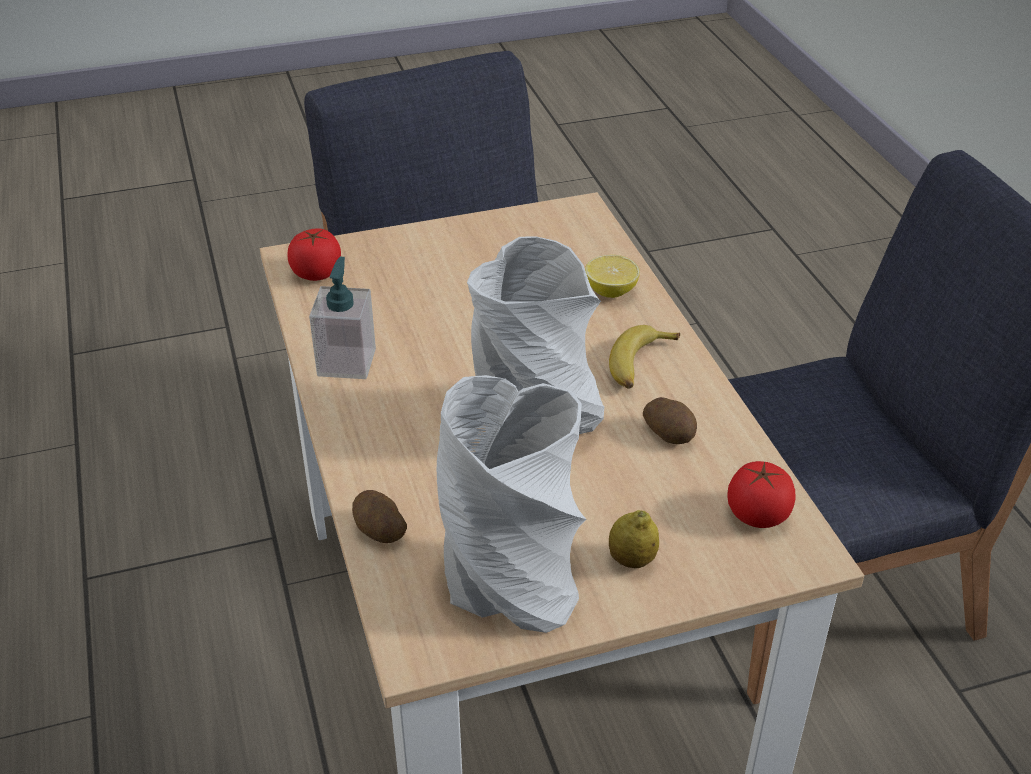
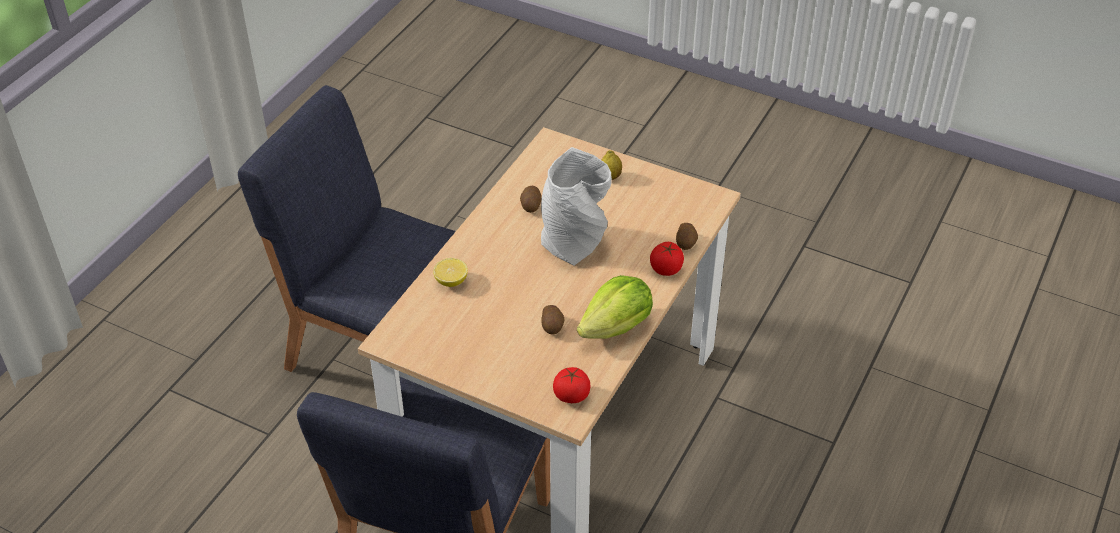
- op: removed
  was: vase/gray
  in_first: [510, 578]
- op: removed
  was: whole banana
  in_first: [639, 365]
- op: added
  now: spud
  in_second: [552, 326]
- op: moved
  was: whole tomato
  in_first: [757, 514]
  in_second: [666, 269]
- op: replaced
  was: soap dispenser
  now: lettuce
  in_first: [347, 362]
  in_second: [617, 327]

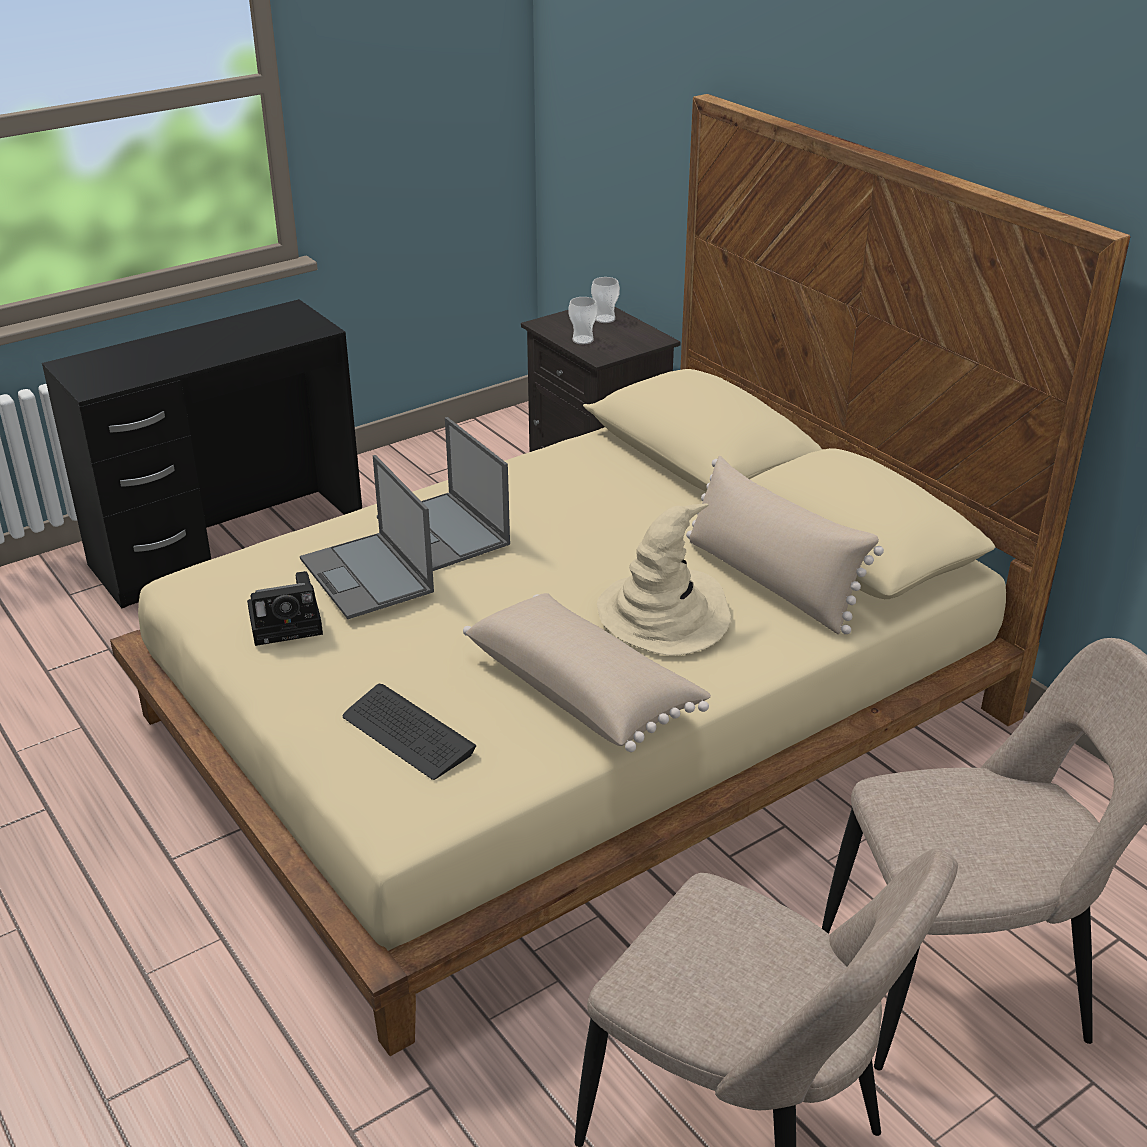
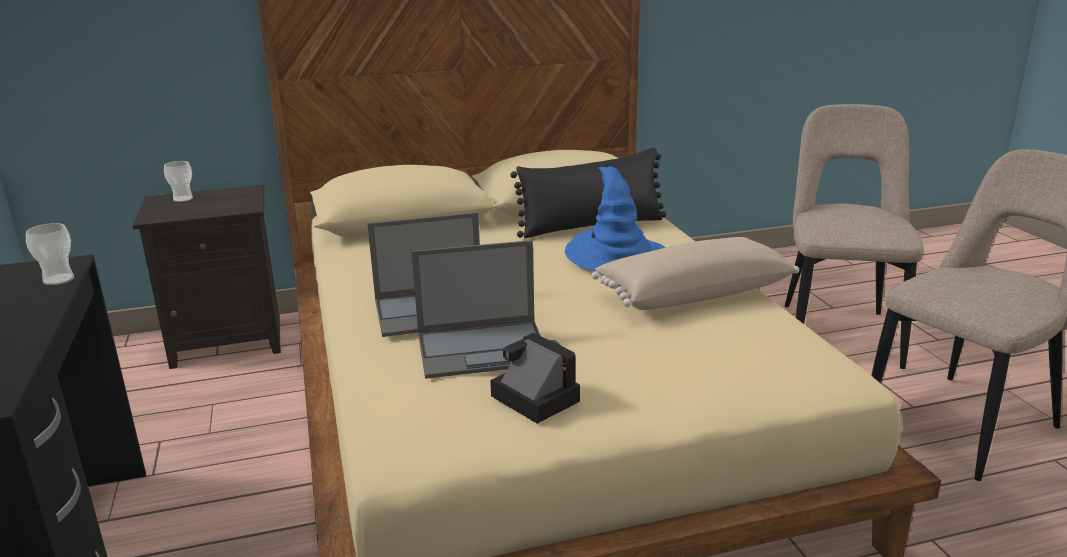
- op: removed
  was: computer keyboard
  in_first: [408, 734]
- op: moved
  was: small cup
  in_first: [583, 340]
  in_second: [58, 279]
- op: recoloured
  was: clothing hat/beige-coloured
  now: clothing hat/blue
  in_first: [664, 615]
  in_second: [615, 256]
- op: recoloured
  was: cushion/beige-coloured
  now: cushion/black
  in_first: [771, 582]
  in_second: [592, 226]
- op: turned
  was: photo camera
  in_first: [289, 623]
  in_second: [531, 397]
  clockwise: -45

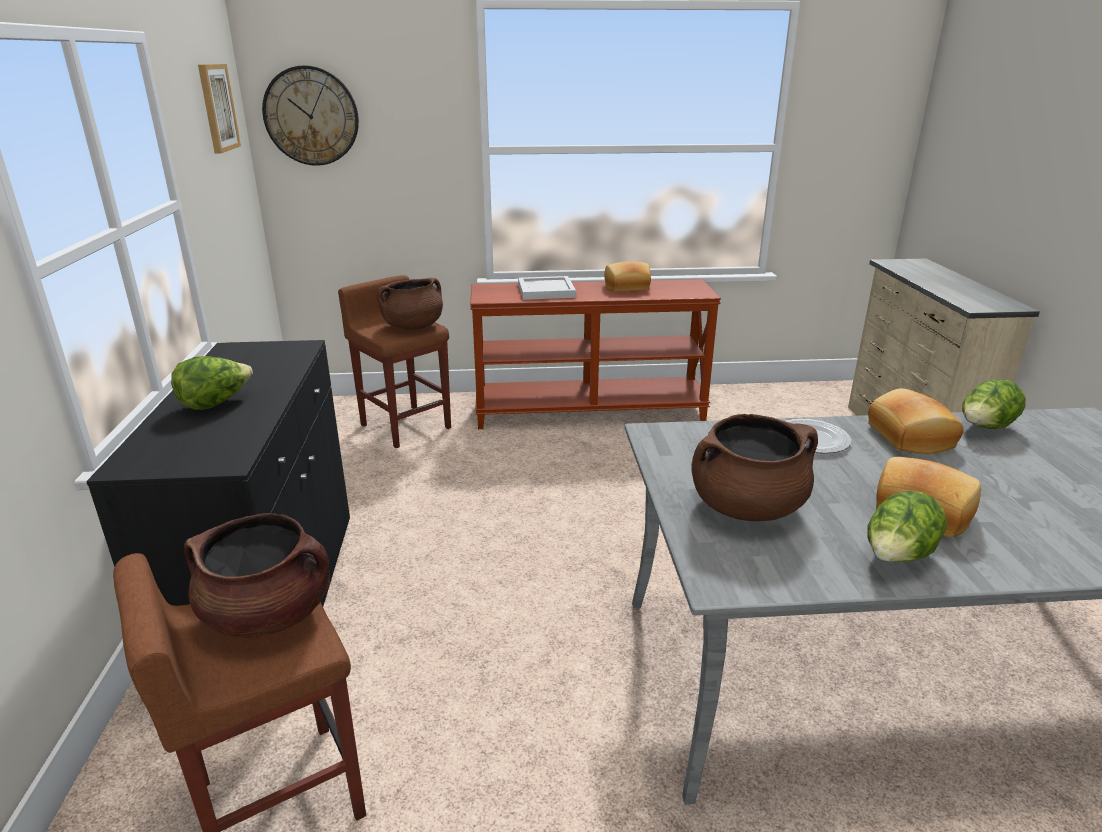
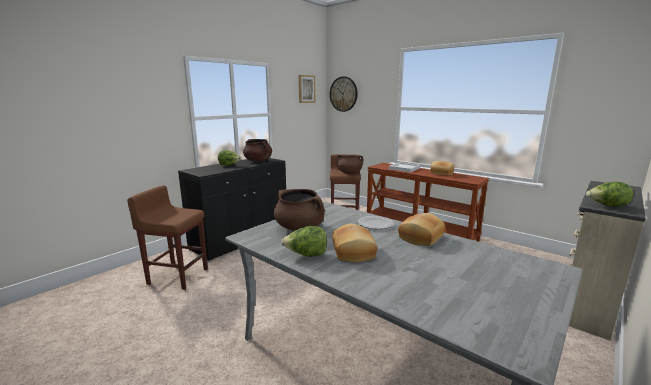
- op: moved
  was: cooking pot/brownish
  in_first: [269, 614]
  in_second: [258, 161]
- op: moved
  was: lettuce
  in_first: [985, 429]
  in_second: [606, 206]

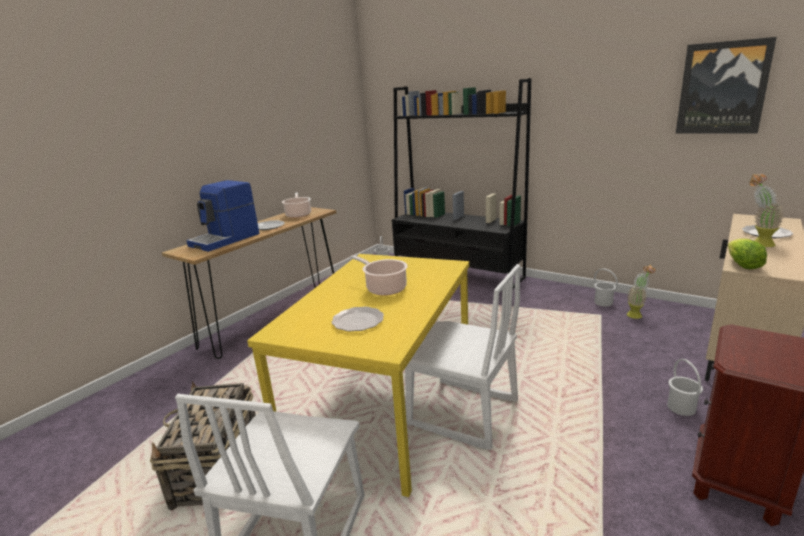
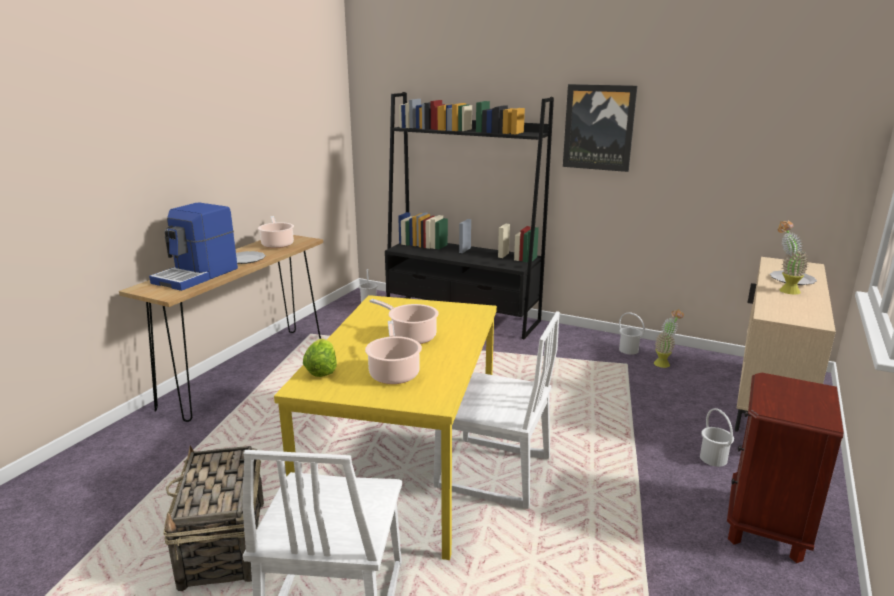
- op: moved
  was: wall art
  in_first: [722, 88]
  in_second: [599, 127]
- op: moved
  was: lettuce
  in_first: [742, 265]
  in_second: [321, 370]
- op: replaced
  was: flat dish
  now: cooking pot
  in_first: [358, 321]
  in_second: [394, 373]

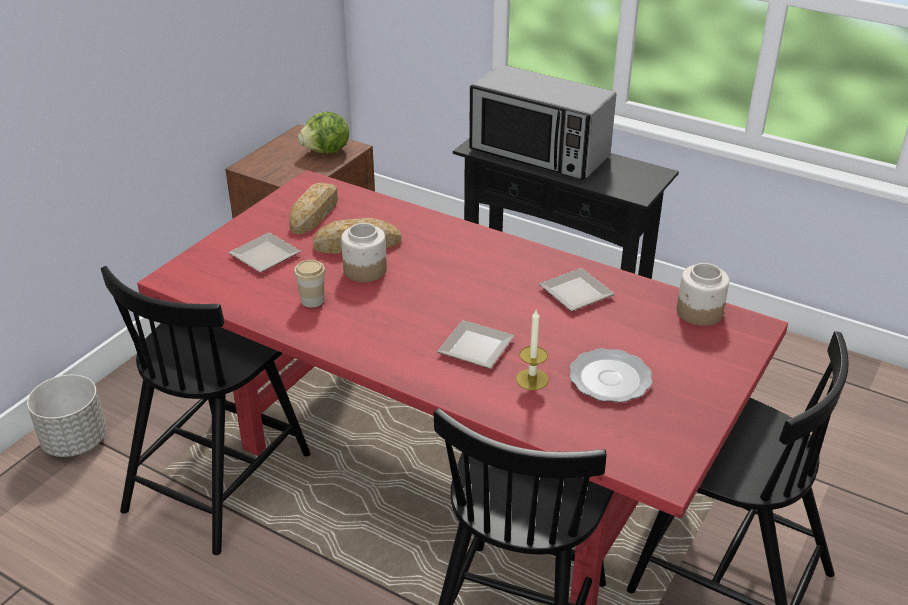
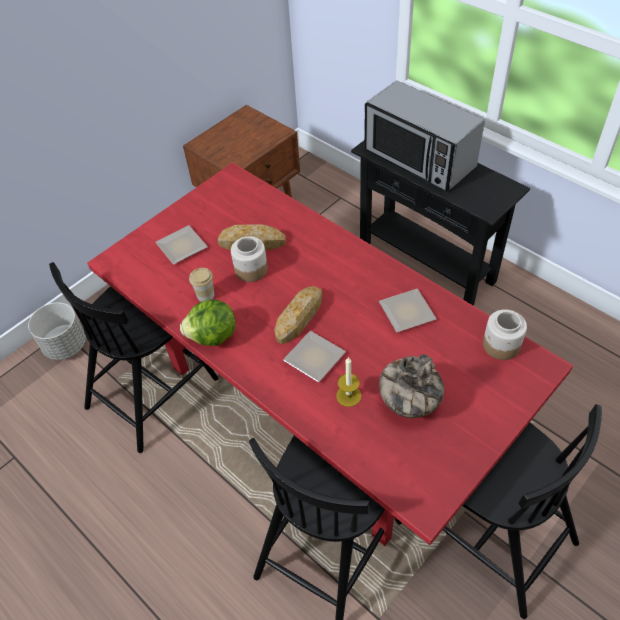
- op: moved
  was: bread
  in_first: [315, 213]
  in_second: [299, 317]
- op: moved
  was: lettuce
  in_first: [327, 151]
  in_second: [213, 337]
- op: replaced
  was: flat dish
  now: vase
  in_first: [608, 378]
  in_second: [408, 403]

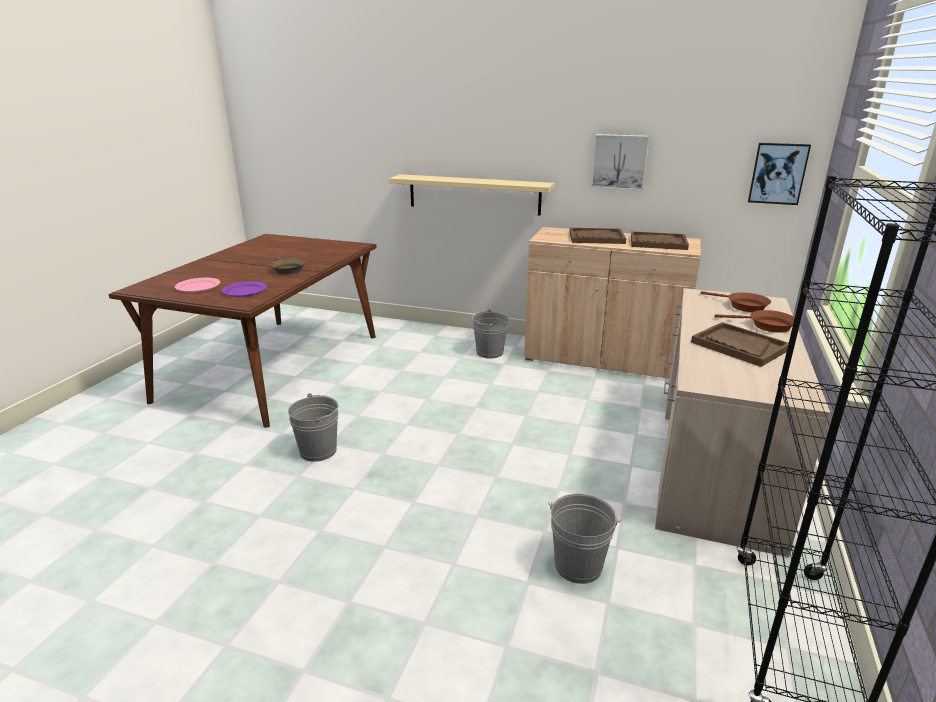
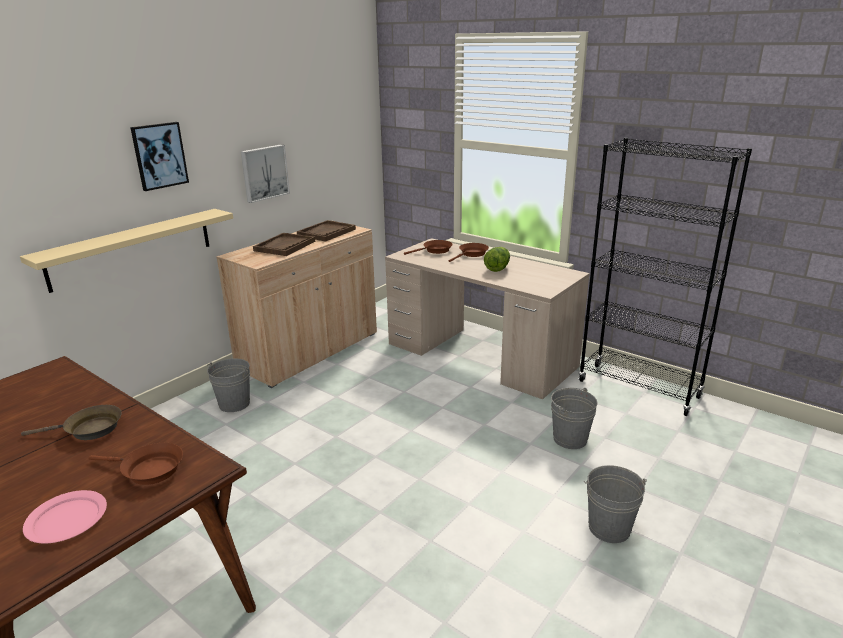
- op: moved
  was: bucket/gray
  in_first: [318, 451]
  in_second: [609, 528]
- op: moved
  was: wall art
  in_first: [778, 173]
  in_second: [159, 155]
- op: replaced
  was: flat dish/purplish
  now: frying pan/brownish
  in_first: [244, 291]
  in_second: [148, 470]
- op: replaced
  was: serving tray/brownish
  now: lettuce
  in_first: [739, 346]
  in_second: [497, 268]

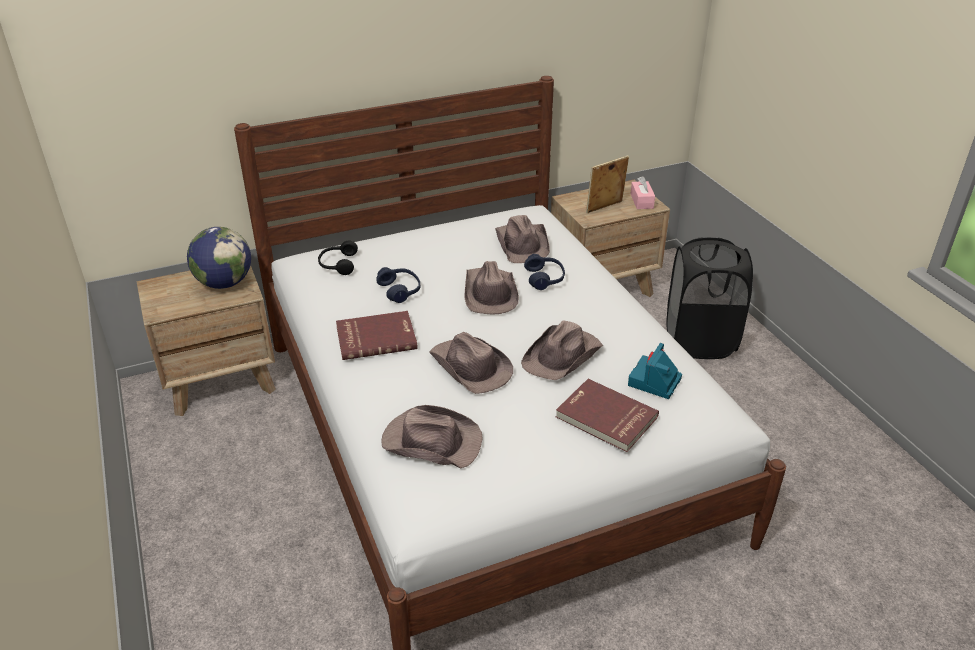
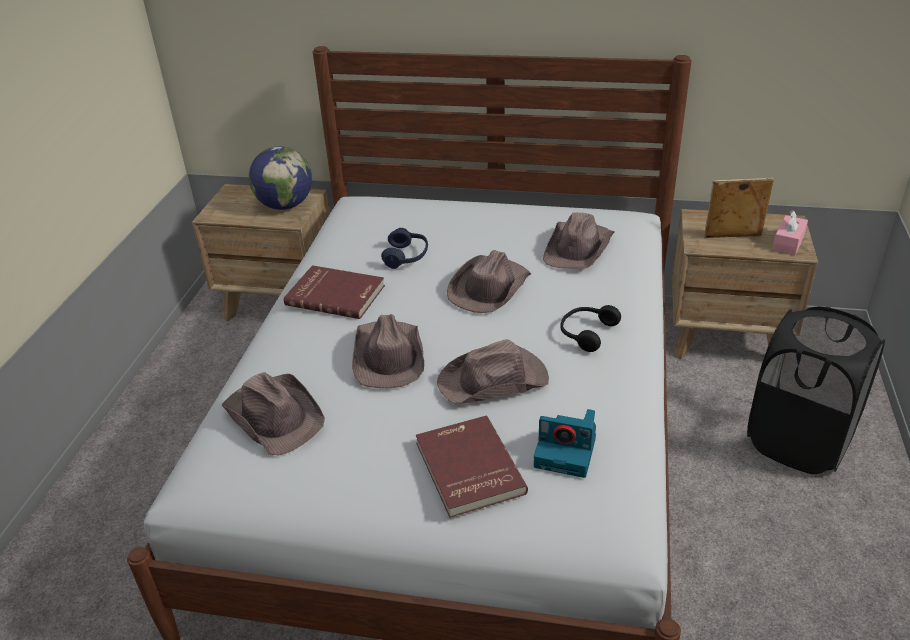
- op: removed
  was: headset/blue
  in_first: [544, 278]
- op: moved
  was: headset/black
  in_first: [337, 264]
  in_second: [586, 333]
- op: turned
  was: photo camera
  in_first: [654, 382]
  in_second: [567, 452]
  clockwise: -135

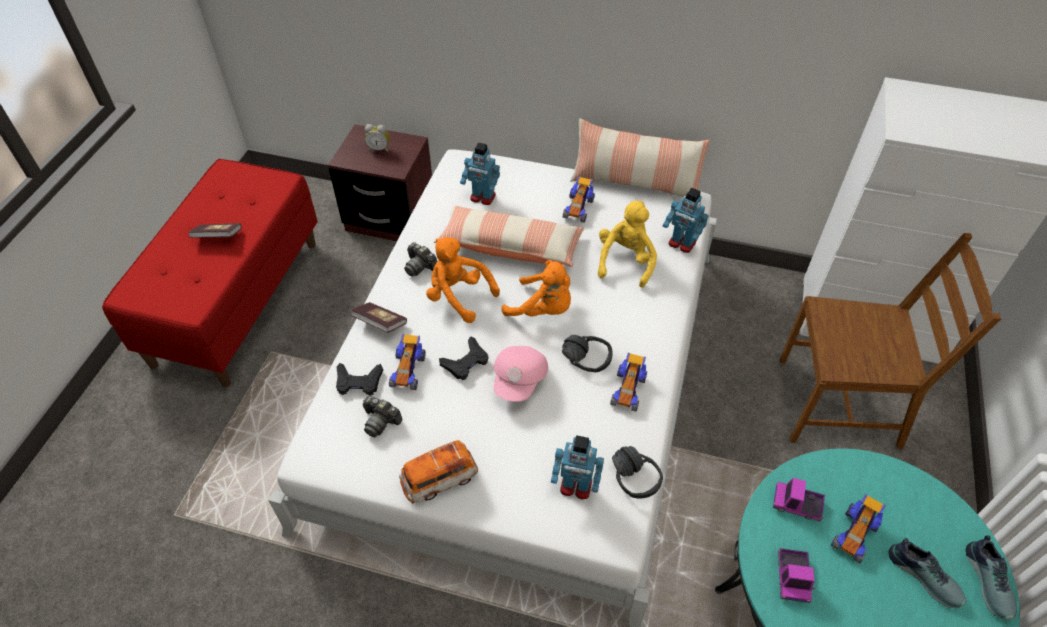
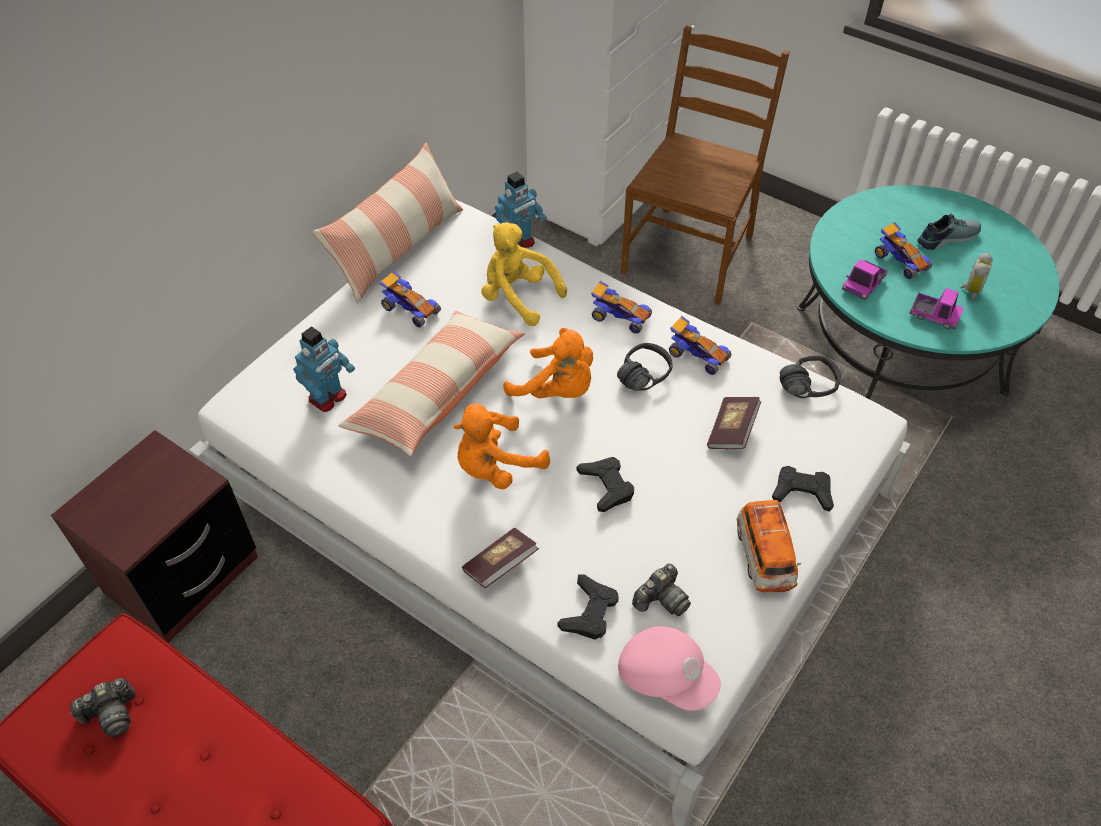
- op: removed
  was: toy robot
  in_first: [576, 486]
- op: removed
  was: item of footwear
  in_first: [990, 581]
- op: added
  now: game controller/black
  in_second: [802, 492]
- op: moved
  was: book
  in_first: [218, 237]
  in_second: [732, 431]
- op: moved
  was: alarm clock
  in_first: [379, 148]
  in_second: [969, 290]
- op: moved
  was: model car
  in_first: [407, 370]
  in_second: [619, 317]
- op: moved
  was: photo camera
  in_first: [420, 266]
  in_second: [111, 714]
- op: moved
  was: cap/pinkish
  in_first: [520, 380]
  in_second: [666, 676]
- op: turned
  was: cuddly toy/orangey
  in_first: [543, 309]
  in_second: [556, 391]
  clockwise: 75

